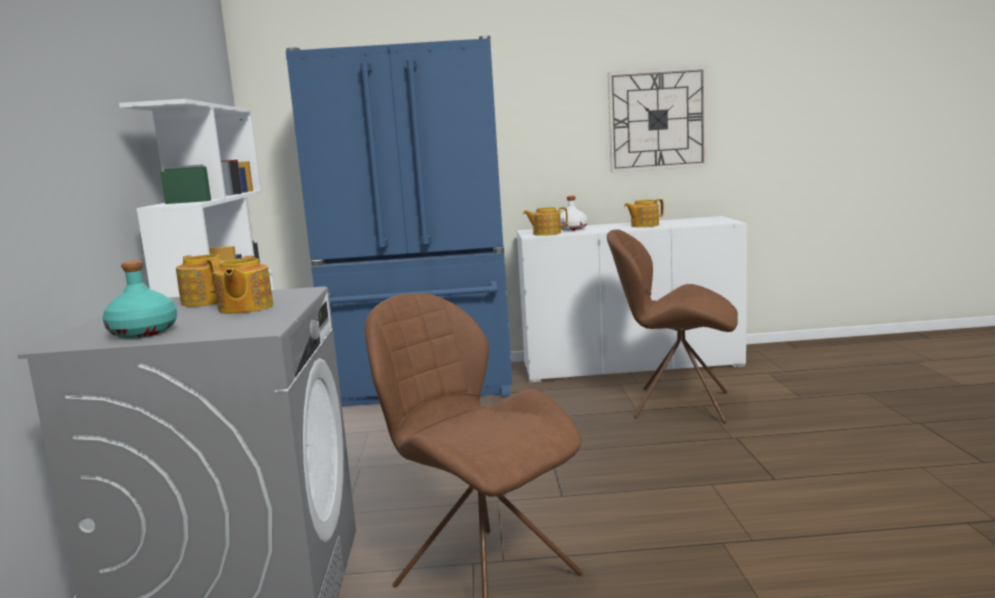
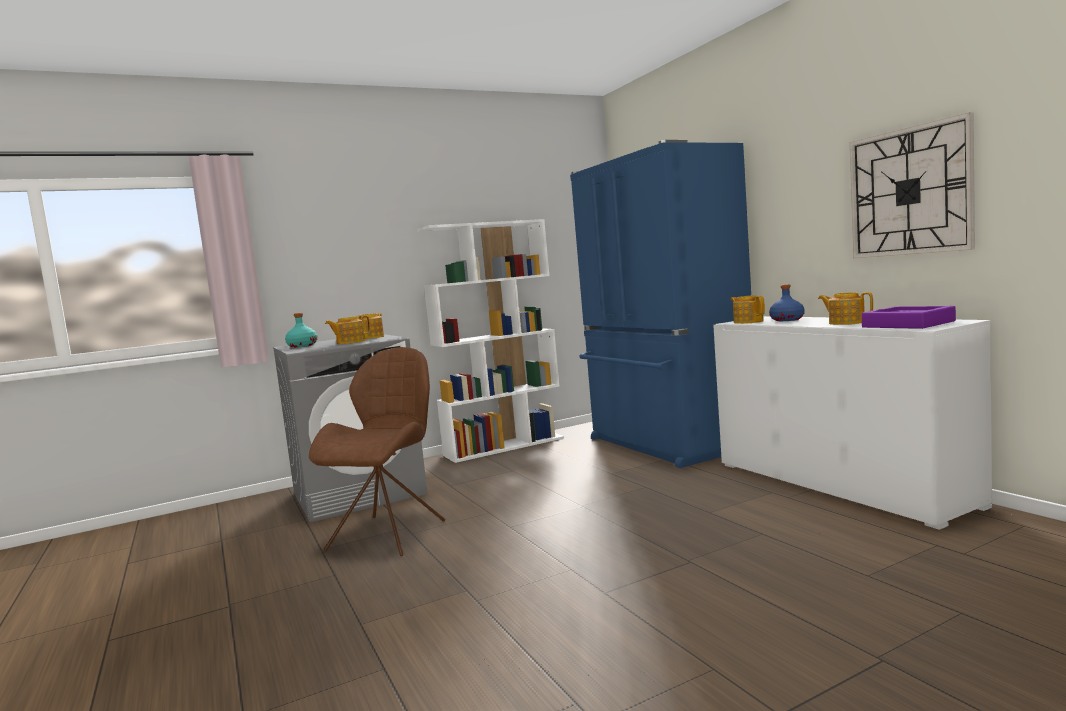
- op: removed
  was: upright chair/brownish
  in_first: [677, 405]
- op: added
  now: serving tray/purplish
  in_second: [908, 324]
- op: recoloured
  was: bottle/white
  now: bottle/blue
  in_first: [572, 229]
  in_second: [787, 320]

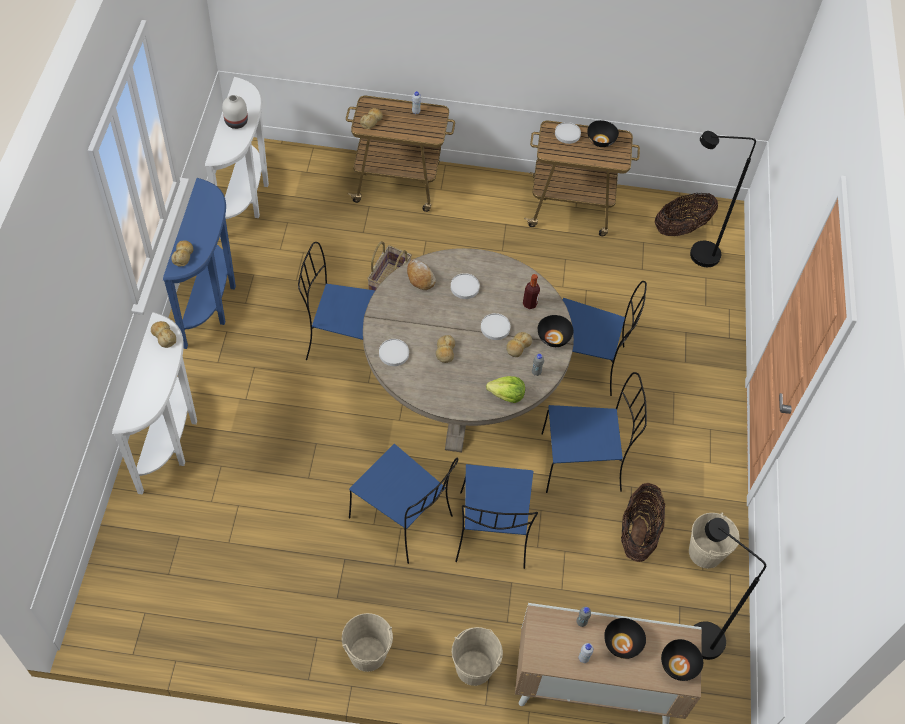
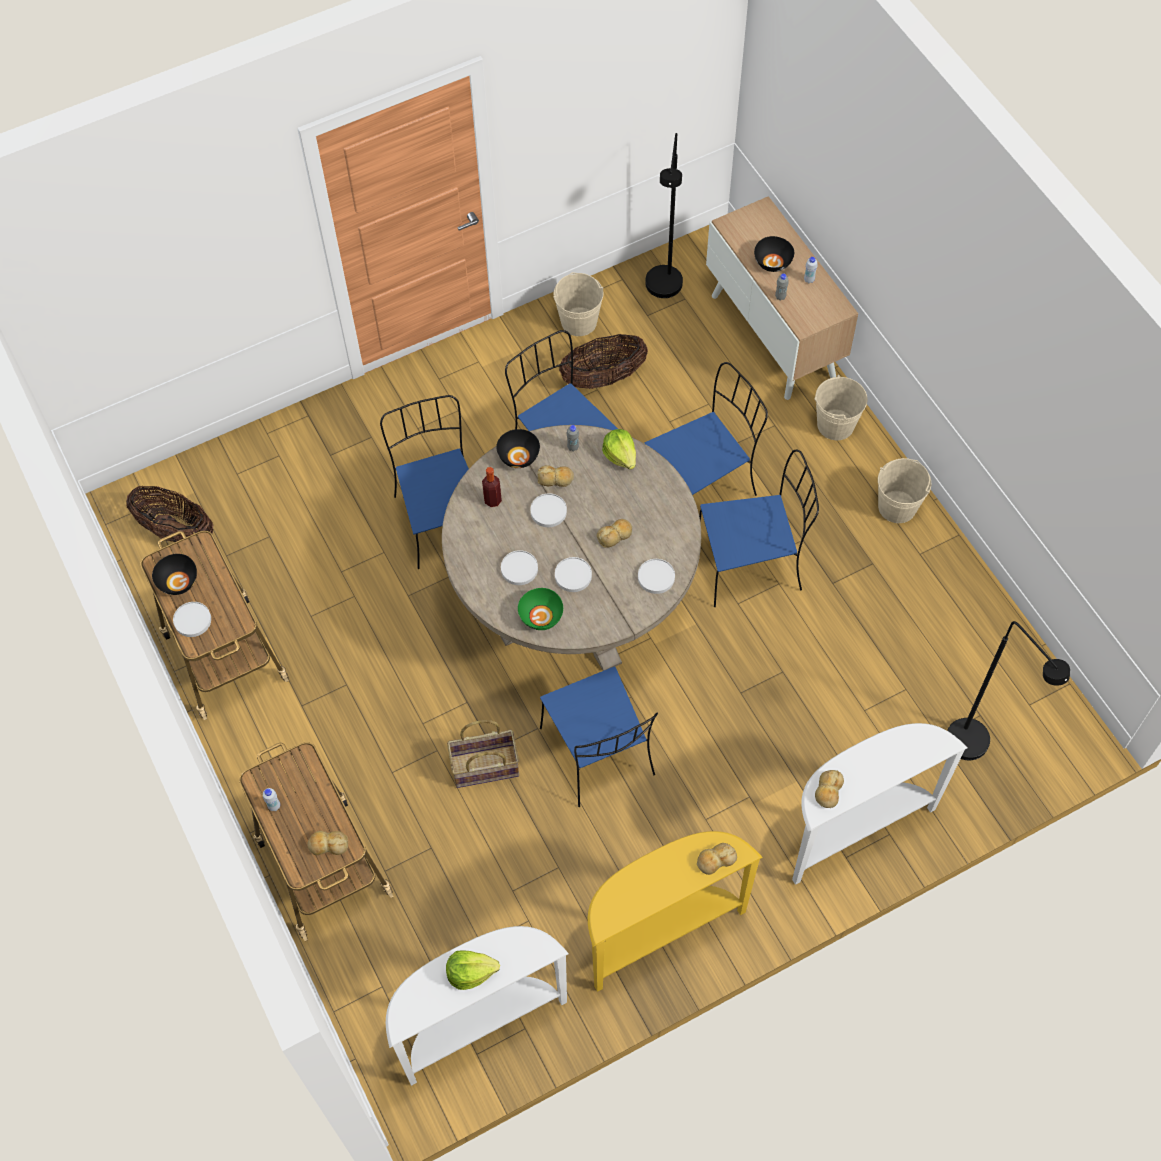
- op: removed
  was: deep dish/black
  in_first: [678, 665]
- op: added
  now: flat dish/white
  in_second: [573, 576]
- op: moved
  was: floor lamp/black
  in_first: [696, 256]
  in_second: [976, 749]
- op: replaced
  was: vase/white
  now: lettuce
  in_first: [237, 122]
  in_second: [470, 972]
- op: replaced
  was: bread
  now: deep dish/green
  in_first: [420, 277]
  in_second: [541, 617]
- op: recoloured
  was: narrow table/blue
  now: narrow table/yellowish
  in_first: [213, 302]
  in_second: [660, 932]
- op: turned
  was: upright chair/blue
  in_first: [403, 518]
  in_second: [751, 564]
  clockwise: 75

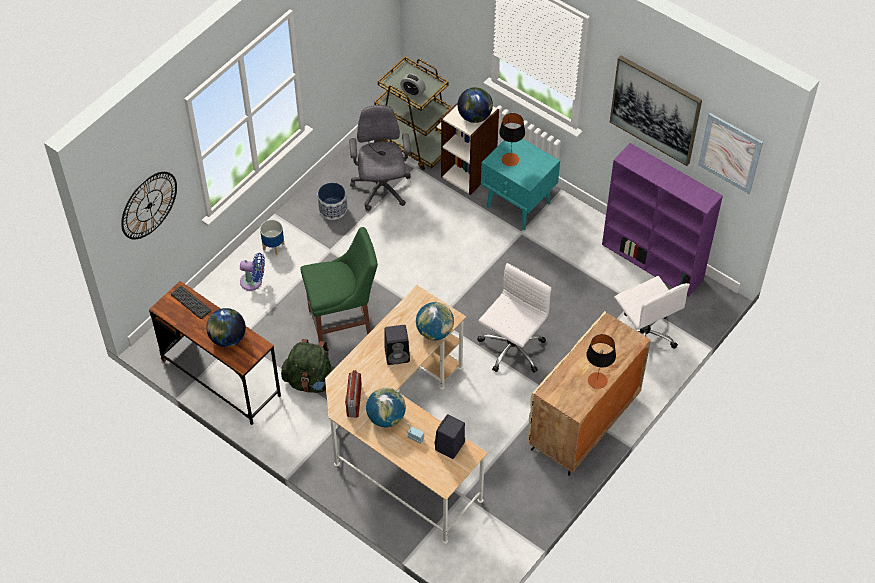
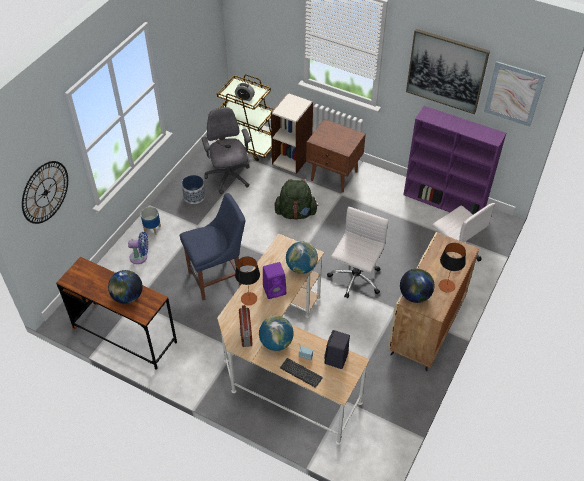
- op: moved
  was: computer keyboard
  in_first: [191, 302]
  in_second: [301, 373]
- op: moved
  was: rucksack/green
  in_first: [311, 381]
  in_second: [295, 213]
- op: moved
  was: globe
  in_first: [475, 116]
  in_second: [415, 295]
- op: moved
  was: tabletop lamp
  in_first: [510, 159]
  in_second: [249, 298]
- op: recoloured
  was: upright chair/green
  now: upright chair/blue
  in_first: [343, 322]
  in_second: [218, 277]
- op: recoloured
  was: loudspeaker/black
  now: loudspeaker/purplish
  in_first: [398, 355]
  in_second: [275, 290]
- op: recoloured
  was: night table/turquoise-coloured
  now: night table/brownish
  in_first: [518, 205]
  in_second: [334, 176]

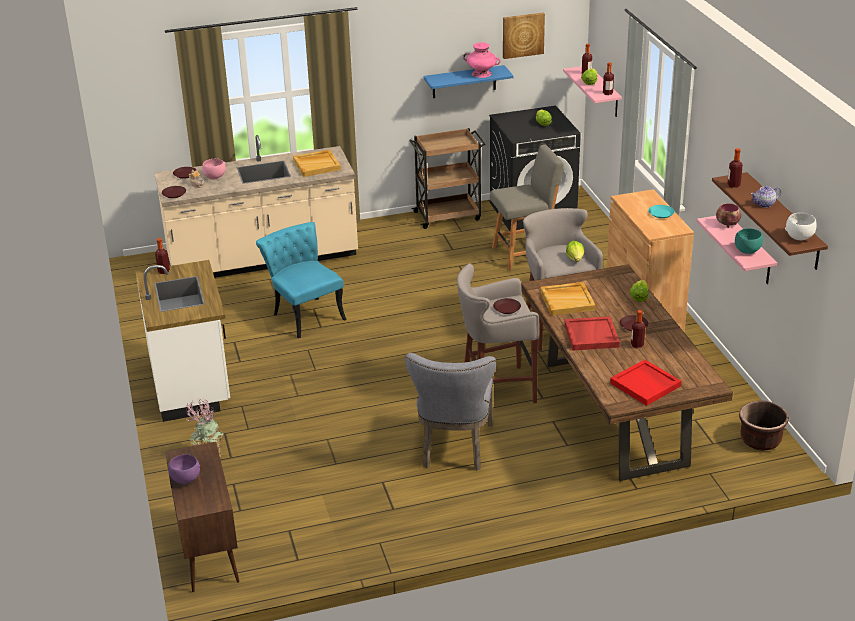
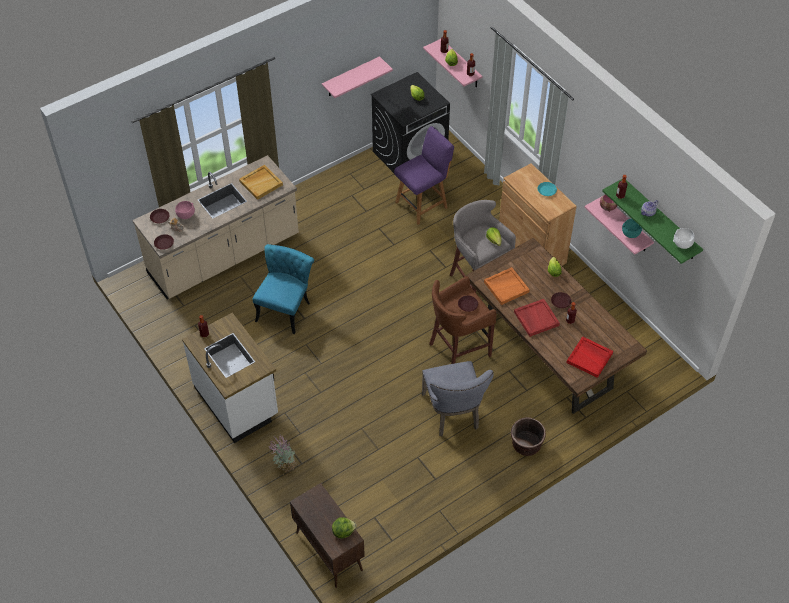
- op: removed
  was: deep dish/purplish
  in_first: [185, 479]
- op: removed
  was: trolley/brownish
  in_first: [448, 216]
- op: removed
  was: vase/pinkish
  in_first: [481, 74]
- op: removed
  was: wall art
  in_first: [523, 35]
- op: added
  now: lettuce
  in_second: [343, 531]
- op: moved
  was: planter/brownish
  in_first: [760, 440]
  in_second: [526, 444]
- op: recoloured
  was: shelf/blue
  now: shelf/pinkish
  in_first: [464, 82]
  in_second: [351, 77]
- op: recoloured
  was: stool/gray
  now: stool/brownish
  in_first: [496, 389]
  in_second: [458, 349]
- op: recoloured
  was: upright chair/gray
  now: upright chair/purplish
  in_first: [525, 254]
  in_second: [423, 204]
- op: recoloured
  was: serving tray/beige-coloured
  now: serving tray/orangey
  in_first: [567, 301]
  in_second: [506, 287]
- op: recoloured
  was: shelf/brownish
  now: shelf/green
  in_first: [783, 221]
  in_second: [660, 220]
- op: turned
  was: upright chair/turquoise-coloured
  in_first: [305, 314]
  in_second: [286, 307]
  clockwise: 75

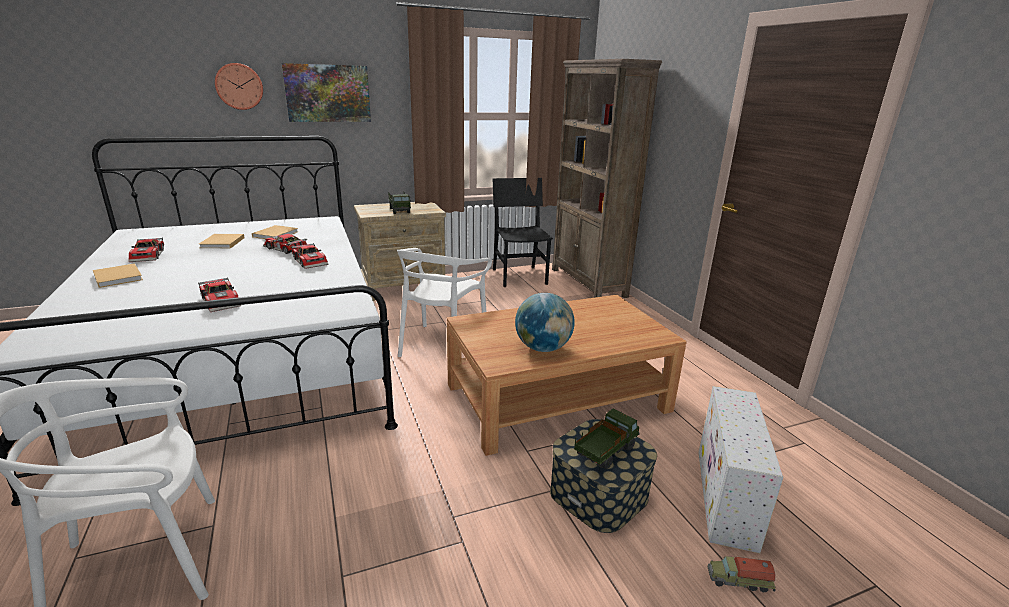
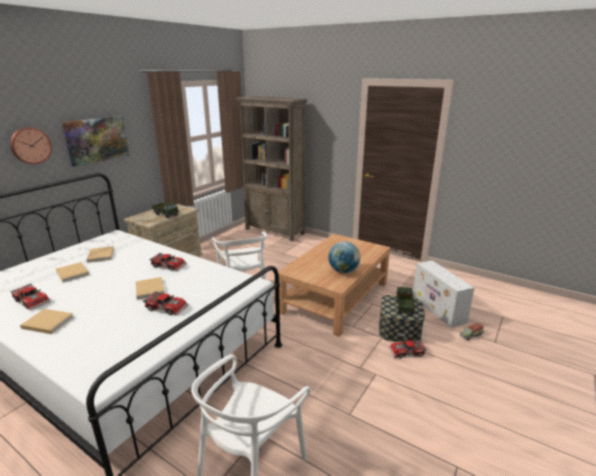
- op: removed
  was: upright chair/black
  in_first: [519, 276]
- op: added
  now: book/beige-coloured
  in_second: [150, 288]
- op: moved
  was: model car
  in_first: [284, 249]
  in_second: [407, 353]

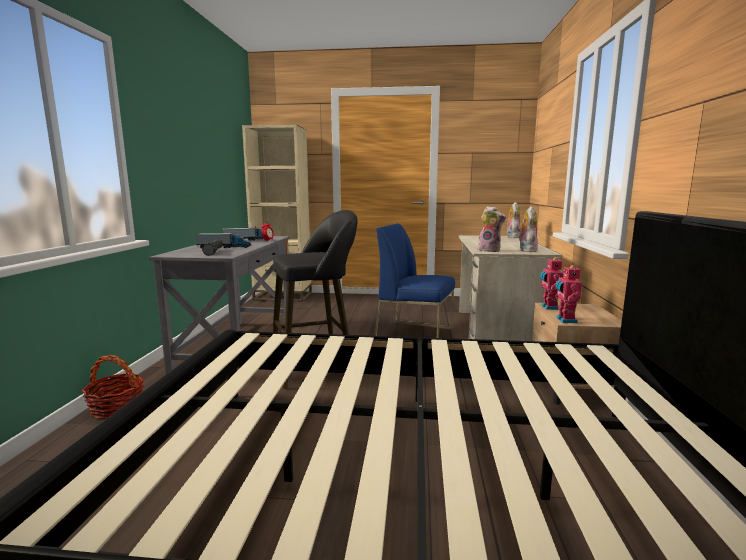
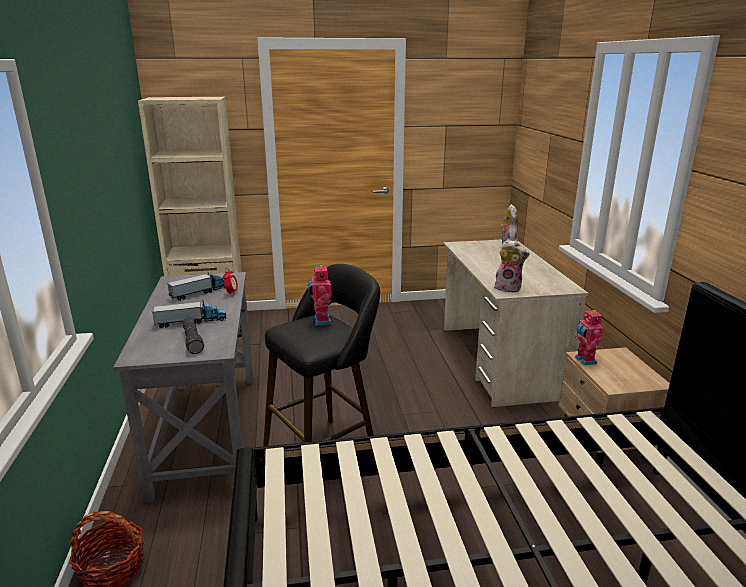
- op: removed
  was: upright chair/blue
  in_first: [415, 333]
- op: removed
  was: cuddly toy
  in_first: [526, 250]
- op: moved
  was: toy robot
  in_first: [565, 320]
  in_second: [321, 321]

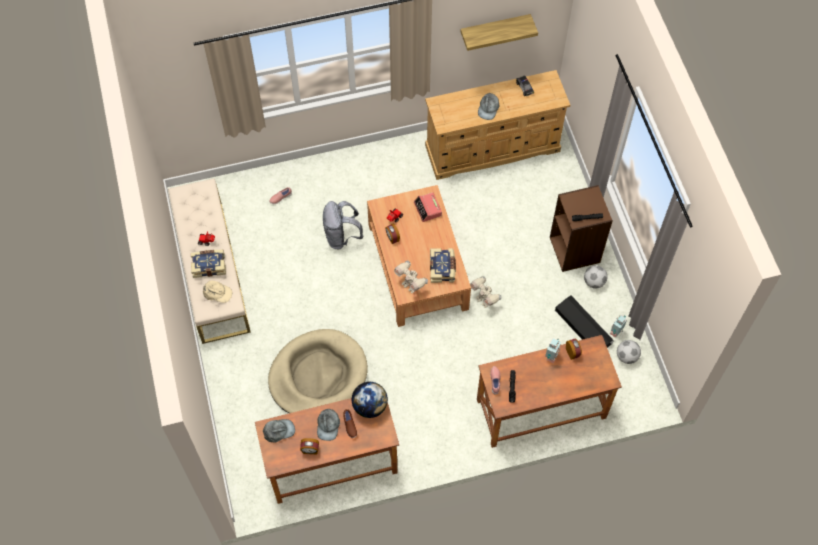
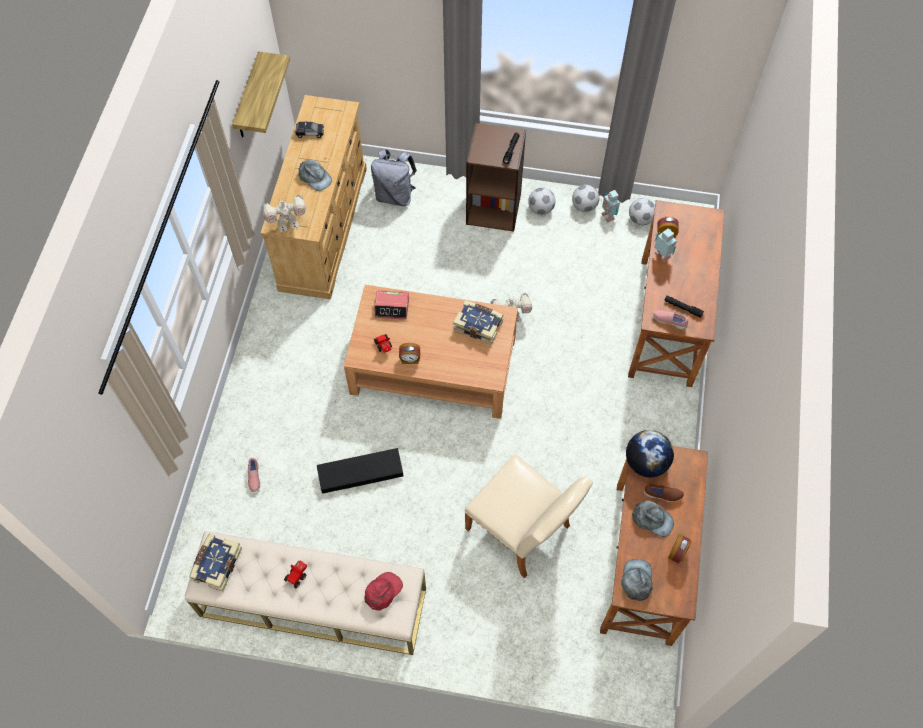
- op: added
  now: football
  in_second: [584, 206]
- op: moved
  was: book
  in_first: [209, 265]
  in_second: [216, 564]
- op: moved
  was: rucksack/gray
  in_first: [341, 237]
  in_second: [395, 195]
- op: moved
  was: toy robot
  in_first: [410, 285]
  in_second: [287, 224]
- op: moved
  was: storage box/black
  in_first: [583, 326]
  in_second: [360, 472]
- op: replaced
  was: dog bed/beige-coloured
  now: upright chair/beige-coloured
  in_first: [318, 375]
  in_second: [522, 532]
- op: recoloured
  was: cap/beige-coloured
  now: cap/red-coloured
  in_first: [217, 293]
  in_second: [382, 591]

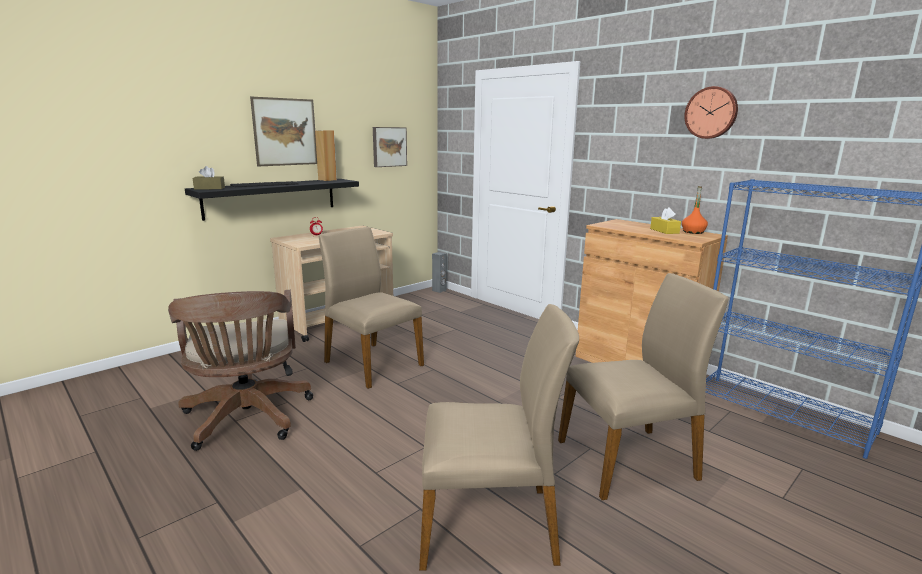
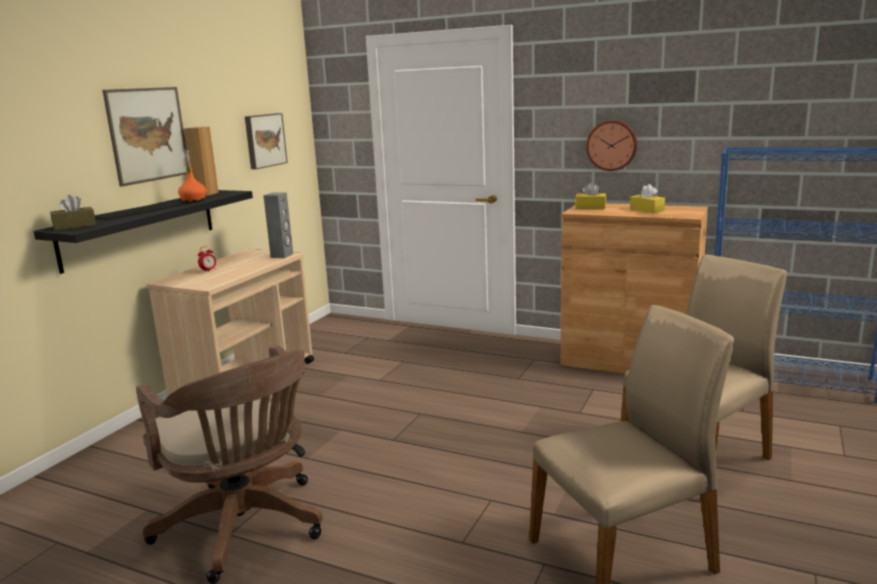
- op: removed
  was: upright chair/beige-coloured
  in_first: [371, 363]
- op: added
  now: tissue holder/yellowish
  in_second: [590, 207]
- op: moved
  was: loudspeaker/gray
  in_first: [439, 290]
  in_second: [282, 255]
- op: moved
  was: bottle/orangey
  in_first: [693, 232]
  in_second: [193, 201]
- op: moved
  was: clock on the wall
  in_first: [711, 113]
  in_second: [612, 145]

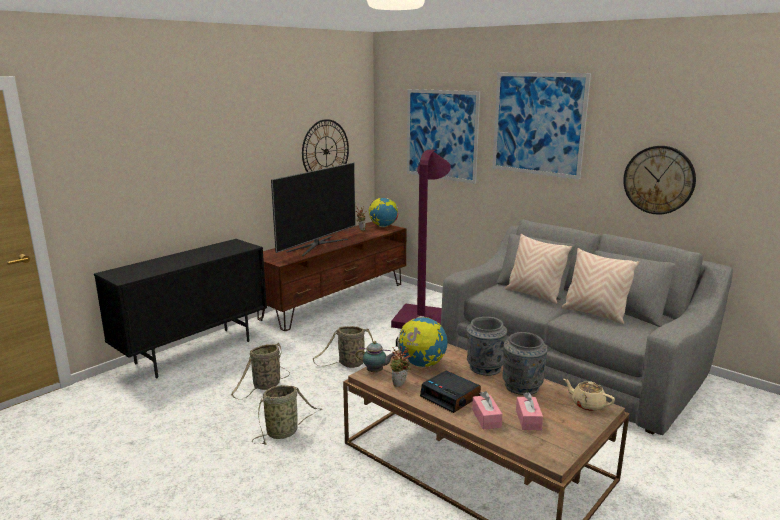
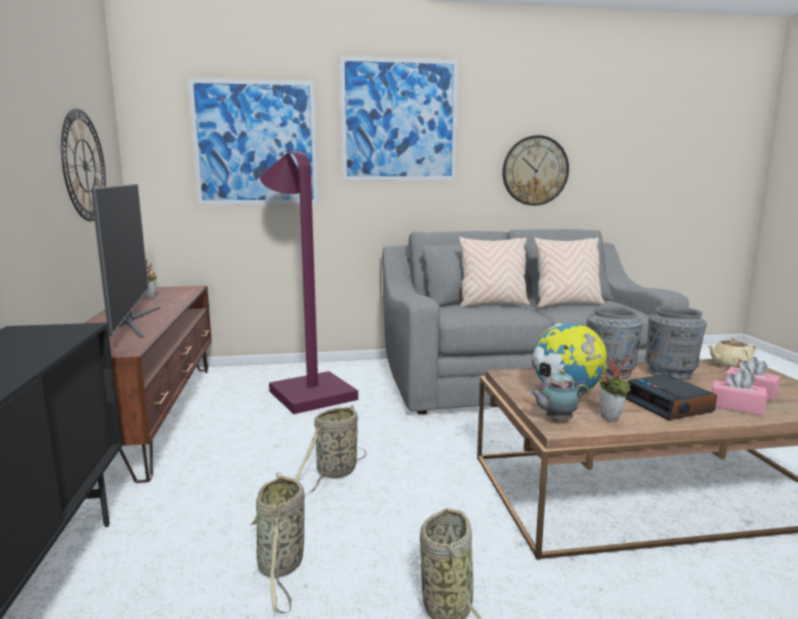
- op: removed
  was: globe
  in_first: [383, 226]
- op: turned
  was: pot for tea
  in_first: [376, 372]
  in_second: [556, 420]
  clockwise: -150
- op: turned
  was: alarm clock
  in_first: [451, 397]
  in_second: [669, 405]
  clockwise: 75

